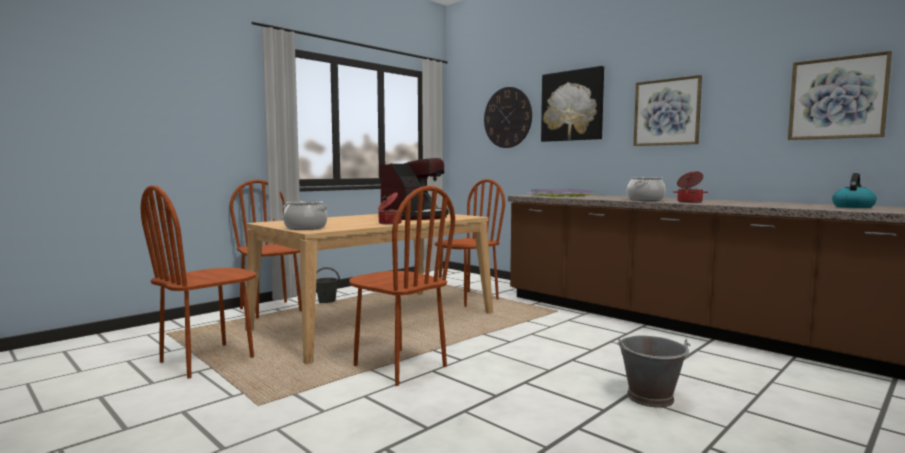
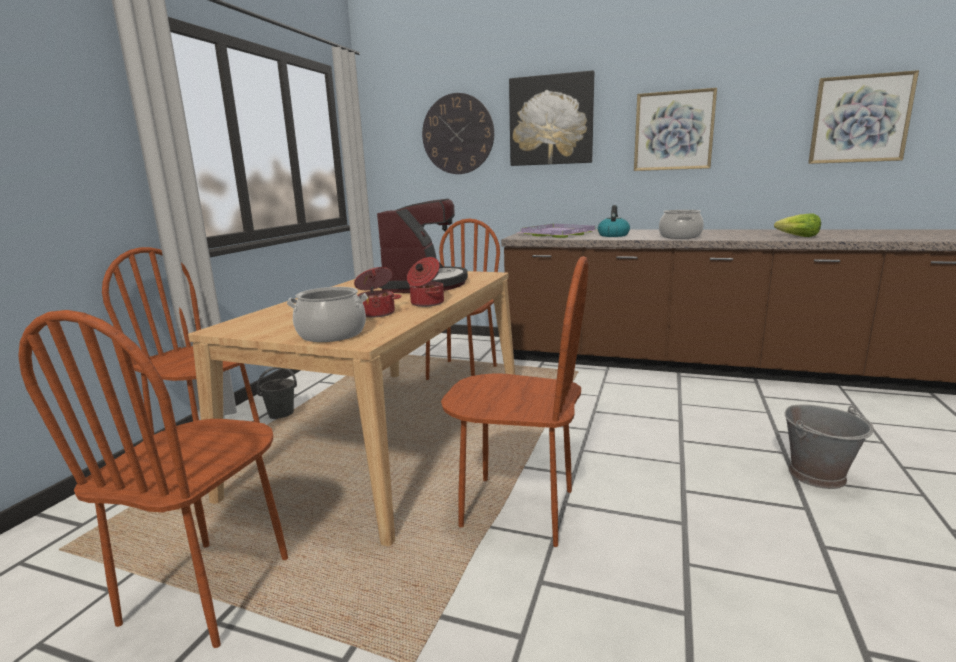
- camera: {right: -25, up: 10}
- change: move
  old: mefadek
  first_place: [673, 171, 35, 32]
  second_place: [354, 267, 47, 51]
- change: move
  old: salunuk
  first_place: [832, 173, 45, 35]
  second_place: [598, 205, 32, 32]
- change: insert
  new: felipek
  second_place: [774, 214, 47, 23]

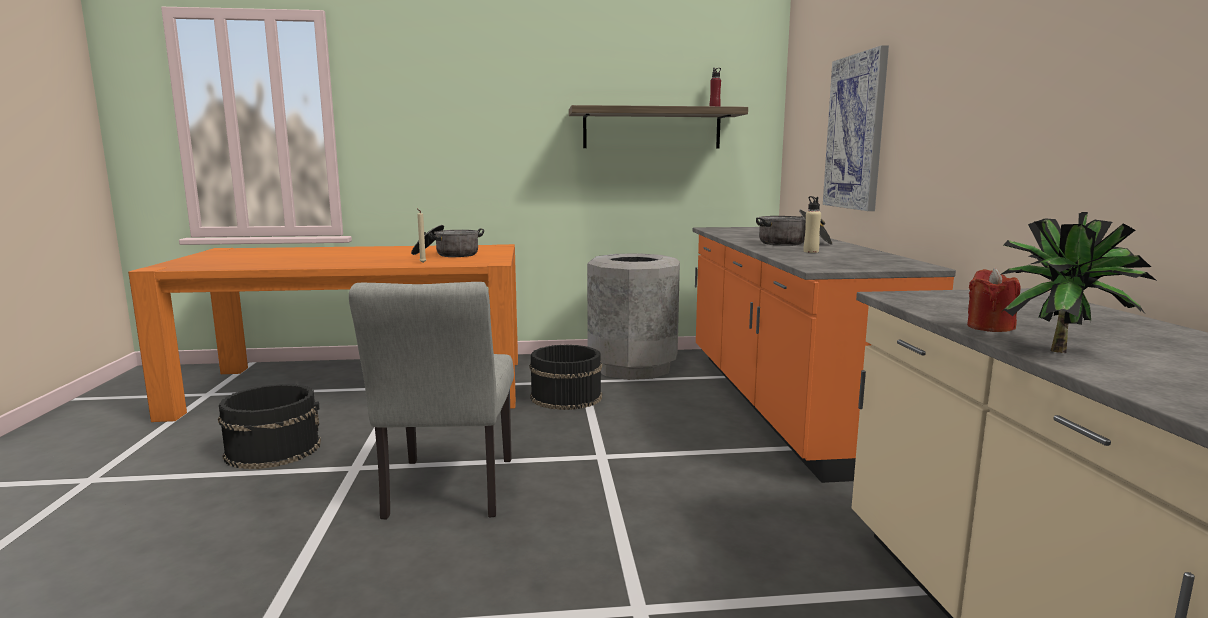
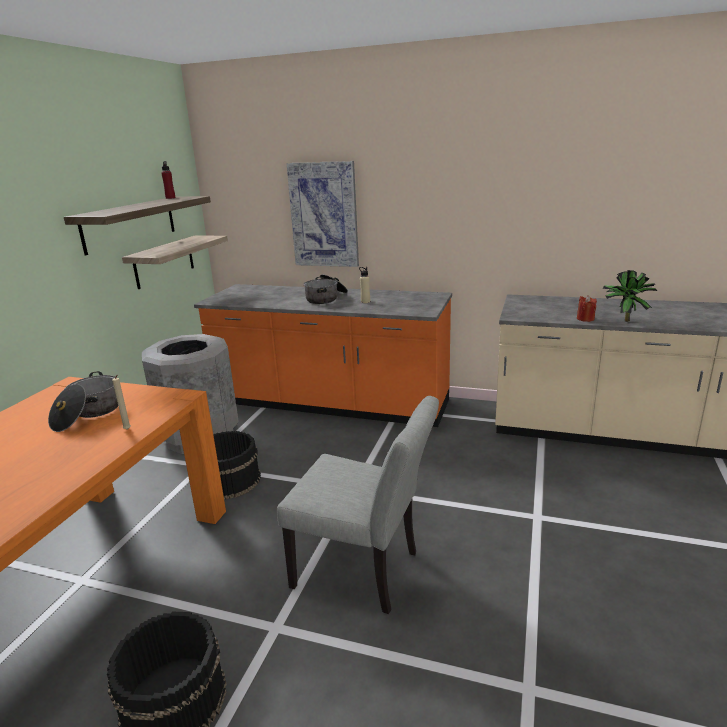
- camera: {right: -65, up: 10}
- change: insert
  new: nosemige
  second_place: [122, 235, 106, 54]

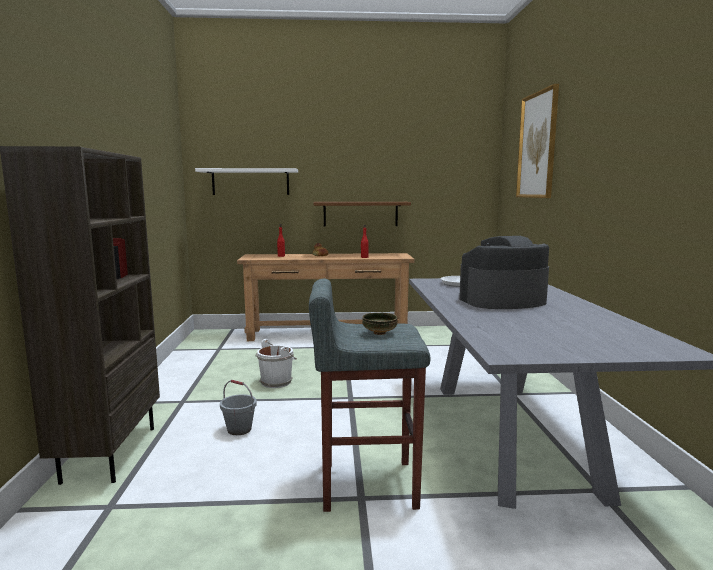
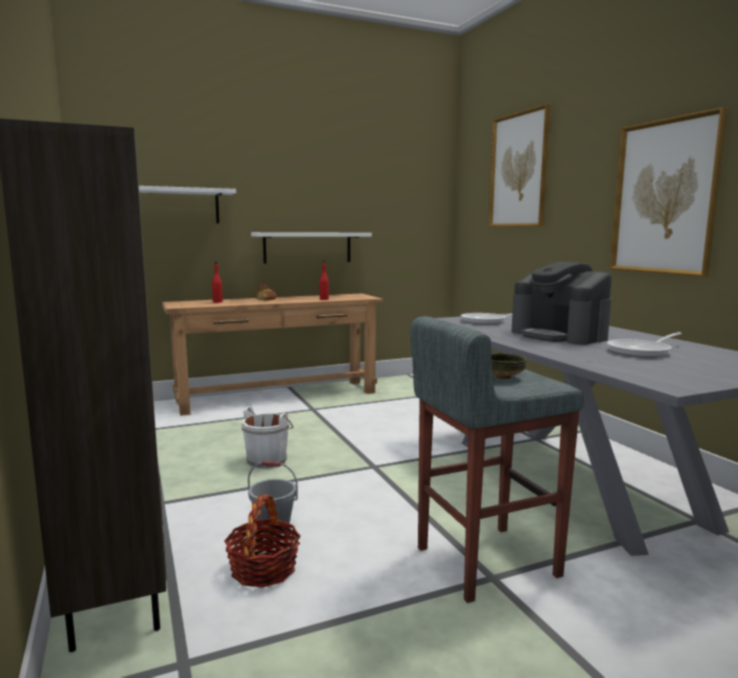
- camera: {right: -20, up: 0}
- change: recolor
  old: nosemige (brown)
  new: nosemige (white)
  first_place: [313, 202, 98, 25]
  second_place: [251, 232, 121, 31]
- change: rotate
  old: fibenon
  first_place: [459, 236, 90, 73]
  second_place: [512, 262, 100, 83]
  degrees: -90
- change: insert
  new: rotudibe
  second_place: [224, 494, 77, 94]
- change: insert
  new: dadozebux
  second_place: [607, 332, 75, 25]
- change: insert
  new: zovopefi
  second_place: [610, 107, 118, 170]

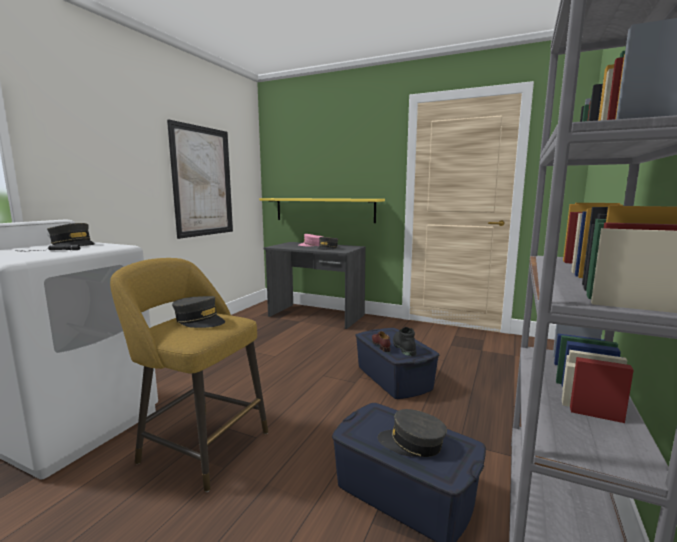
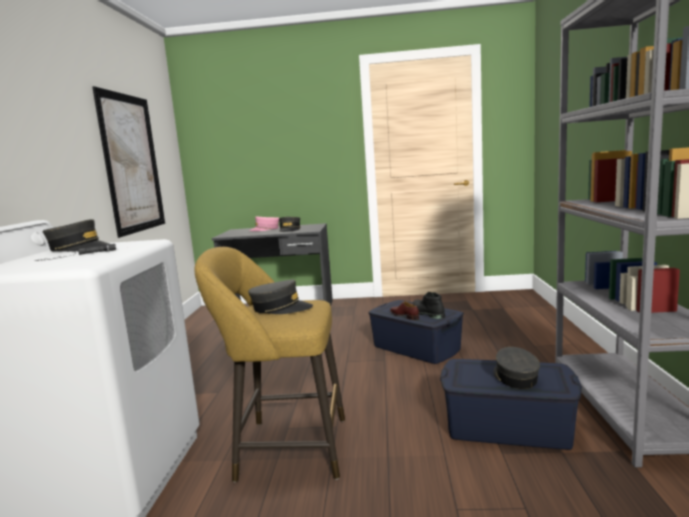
- camera: {right: -20, up: 0}
- change: delete
  old: nosemige (yellow)
  first_place: [259, 198, 126, 25]
- change: rotate
  old: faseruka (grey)
  first_place: [378, 409, 69, 48]
  second_place: [493, 347, 47, 42]
  degrees: 90

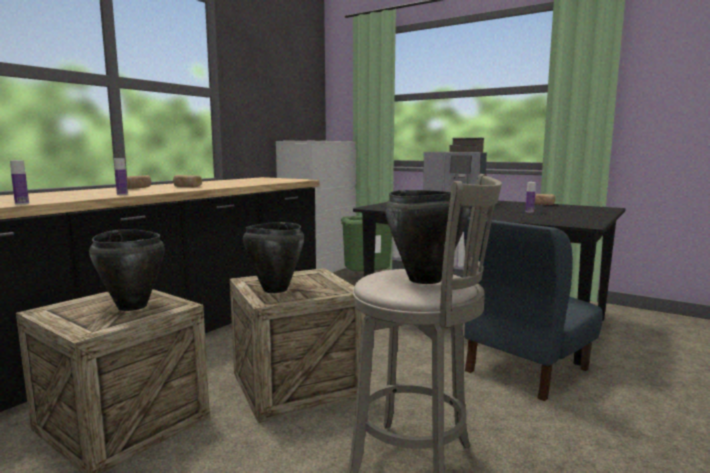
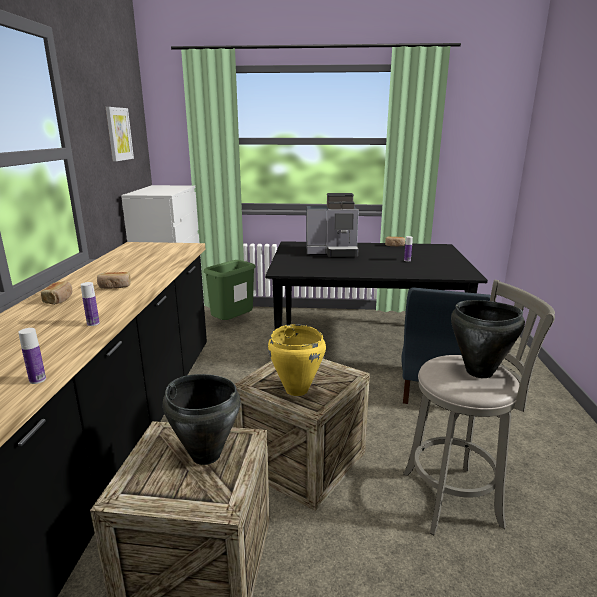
- camera: {right: -30, up: 10}
- change: recolor
  old: mefadek (black)
  new: mefadek (yellow)
  first_place: [243, 222, 61, 71]
  second_place: [268, 324, 58, 72]
- change: insert
  new: zovopefi
  second_place: [106, 107, 28, 54]

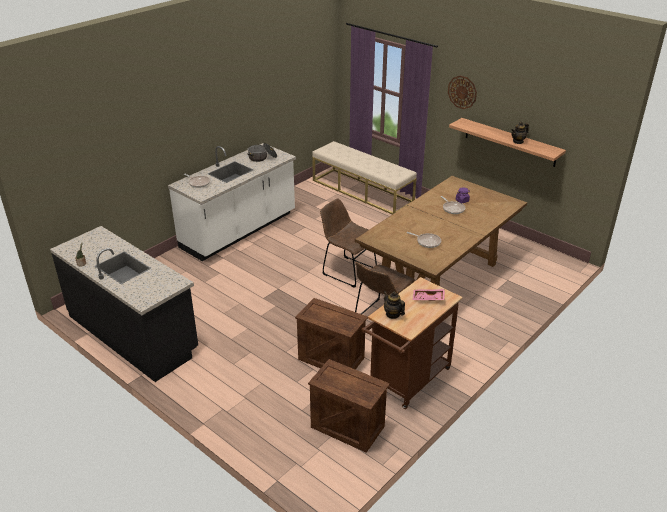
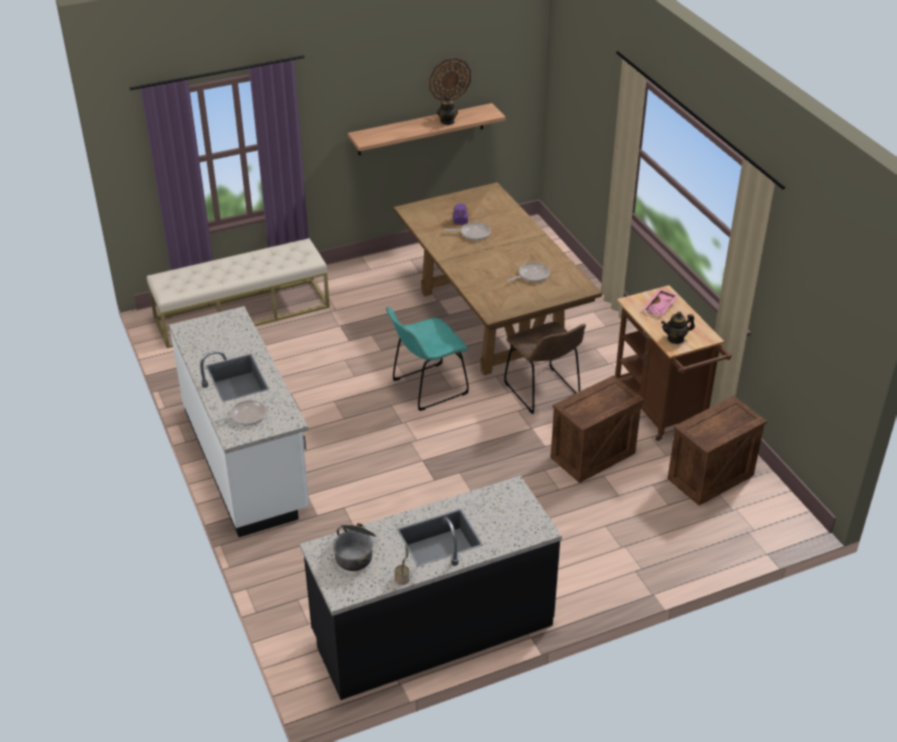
- camera: {right: -65, up: 5}
- change: move
  old: mefadek
  first_place: [247, 143, 30, 19]
  second_place: [333, 523, 43, 48]
- change: recolor
  old: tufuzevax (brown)
  new: tufuzevax (turquoise)
  first_place: [320, 198, 57, 90]
  second_place: [386, 307, 83, 104]
- change: move
  old: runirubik
  first_place: [448, 76, 29, 33]
  second_place: [429, 58, 42, 43]

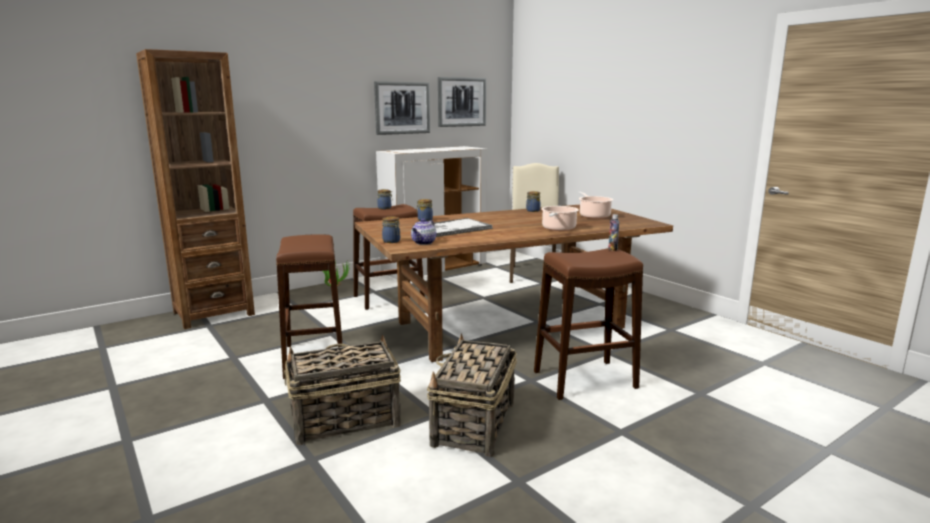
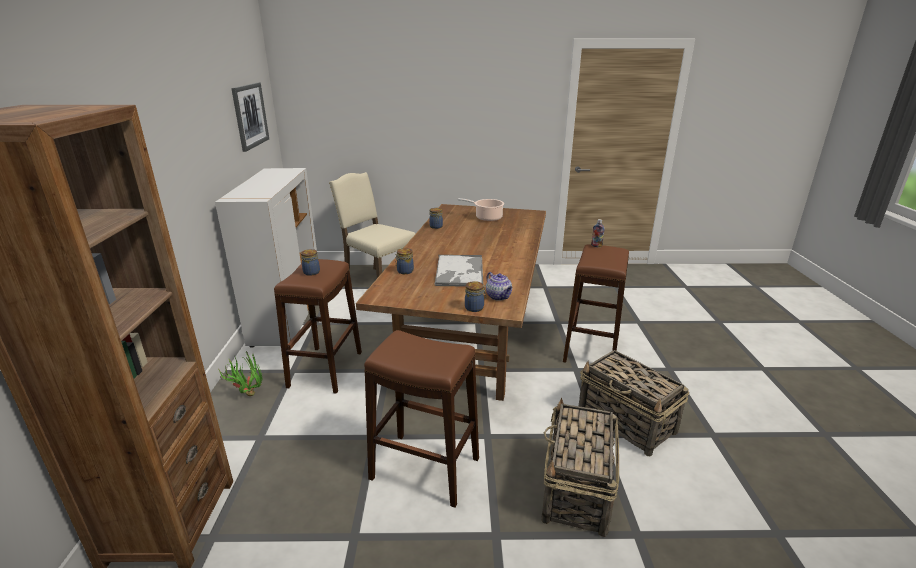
- camera: {right: -55, up: 10}
- change: delete
  old: zovopefi
  first_place: [374, 81, 56, 54]
- change: delete
  old: mefadek
  first_place: [541, 206, 38, 25]

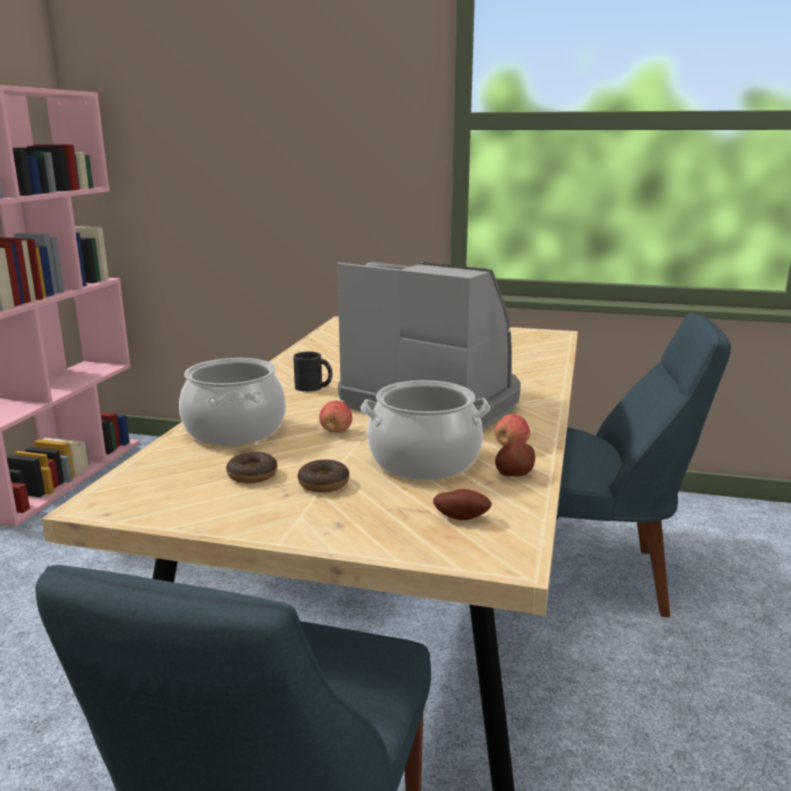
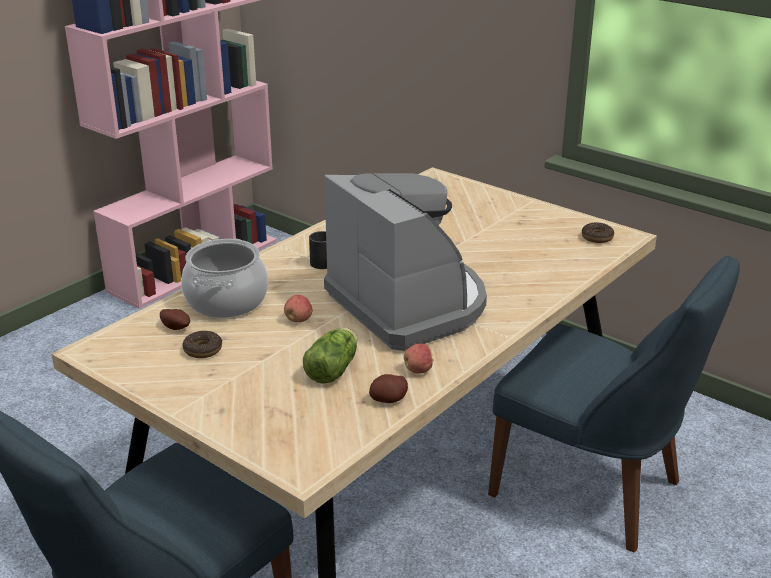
- camera: {right: 25, up: 10}
- change: move
  old: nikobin
  first_place: [298, 459, 51, 33]
  second_place: [582, 222, 32, 21]
- change: replace
  old: mefadek
  new: felipek
  first_place: [361, 380, 129, 100]
  second_place: [303, 328, 54, 56]
- change: move
  old: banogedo
  first_place: [433, 489, 59, 31]
  second_place: [160, 309, 30, 21]

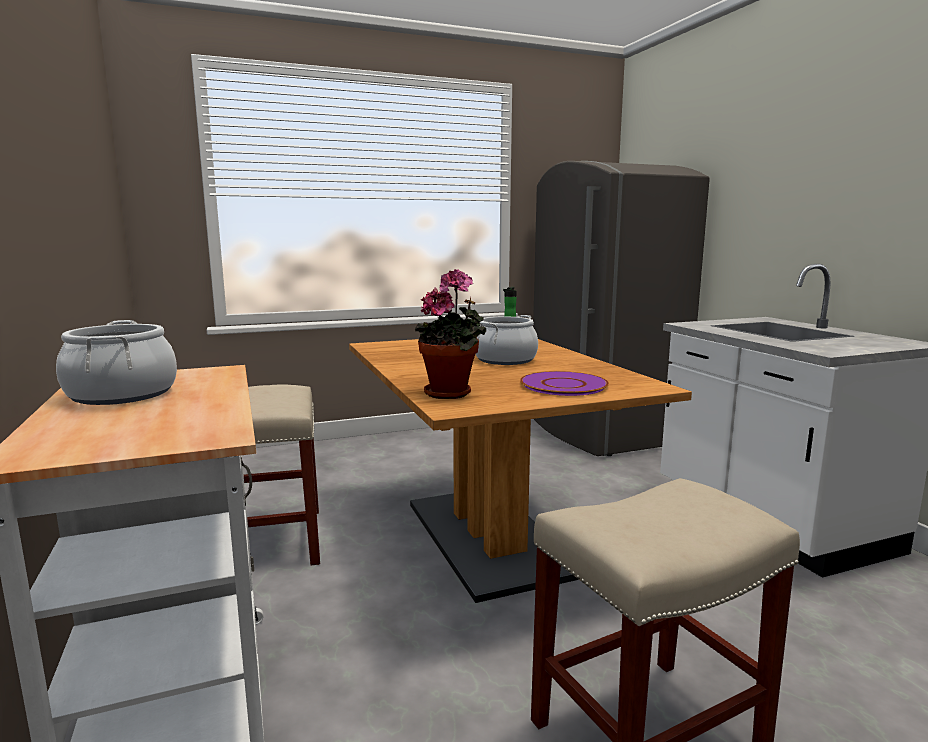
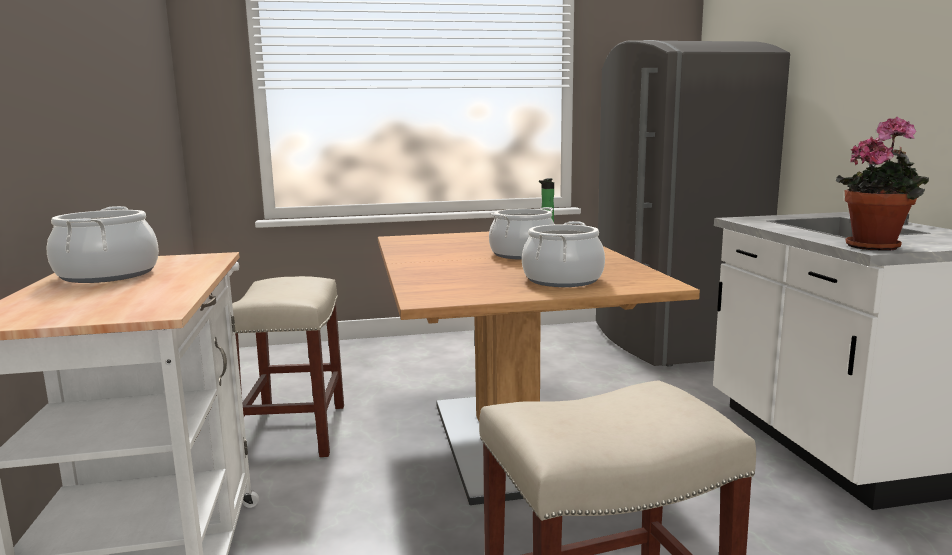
- camera: {right: 10, up: 0}
- change: move
  old: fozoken
  first_place: [415, 269, 71, 130]
  second_place: [836, 117, 93, 133]
- change: replace
  old: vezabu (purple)
  new: mefadek
  first_place: [520, 371, 89, 25]
  second_place: [522, 221, 83, 66]

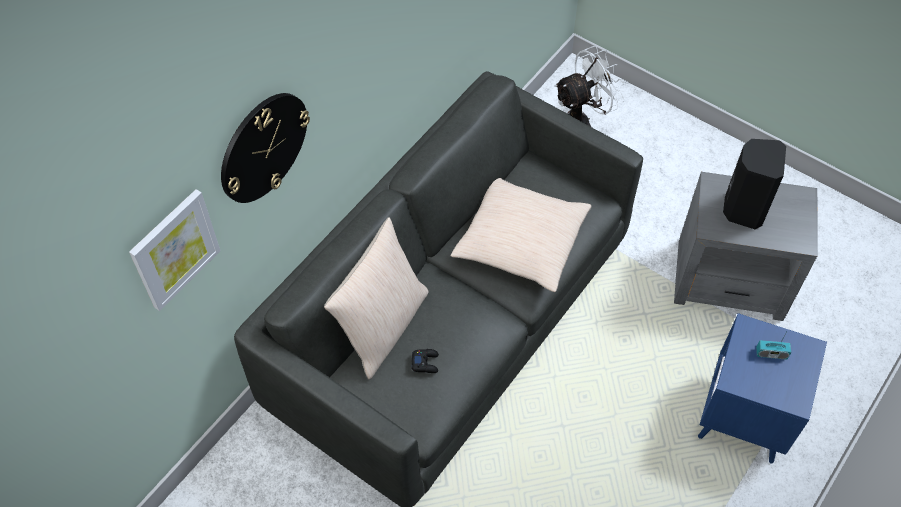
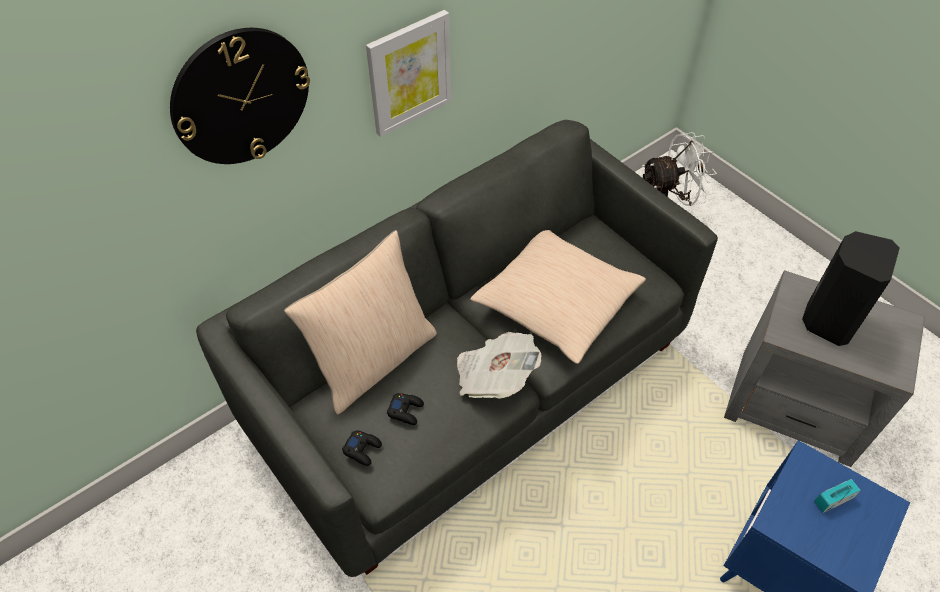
- camera: {right: 15, up: -5}
- change: move
  old: zovopefi
  first_place: [129, 189, 92, 122]
  second_place: [366, 10, 85, 127]
- change: rotate
  old: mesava
  first_place: [756, 328, 35, 32]
  second_place: [814, 479, 47, 34]
  degrees: 135
- change: insert
  new: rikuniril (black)
  second_place: [342, 431, 40, 35]
- change: insert
  new: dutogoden
  second_place: [457, 332, 84, 67]

